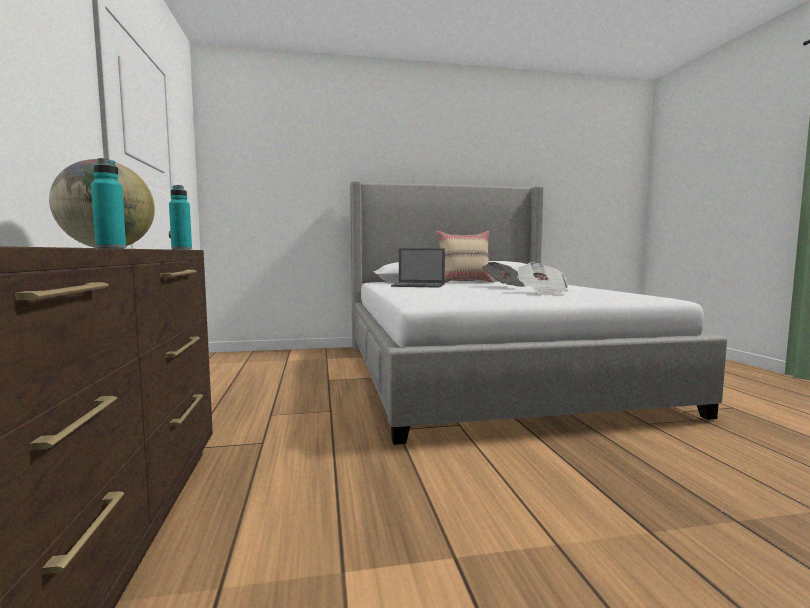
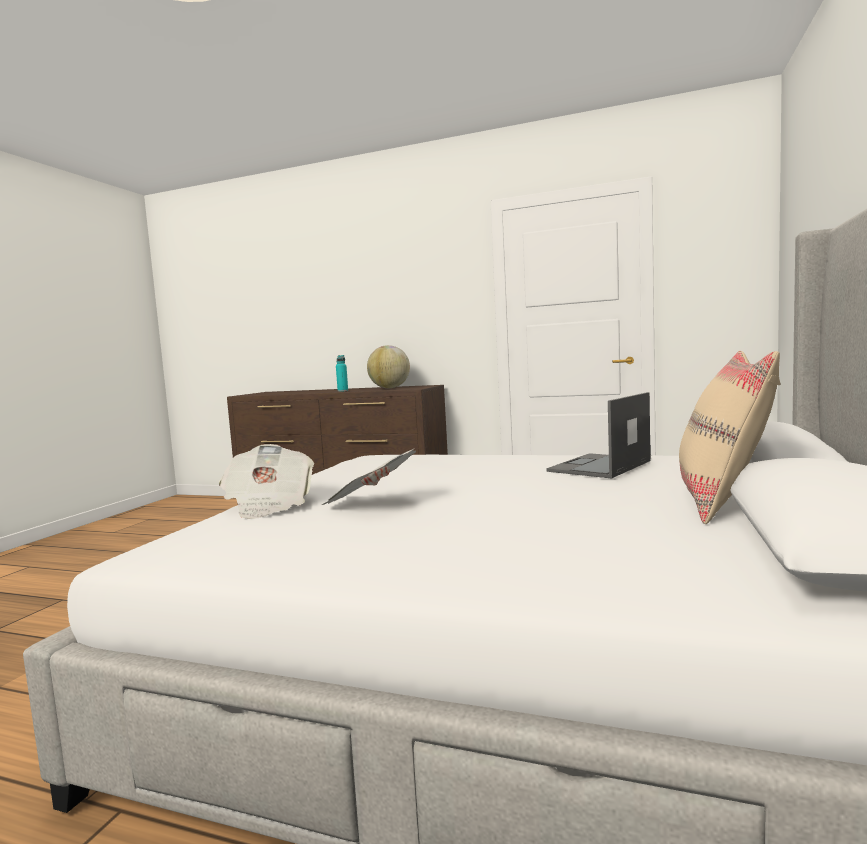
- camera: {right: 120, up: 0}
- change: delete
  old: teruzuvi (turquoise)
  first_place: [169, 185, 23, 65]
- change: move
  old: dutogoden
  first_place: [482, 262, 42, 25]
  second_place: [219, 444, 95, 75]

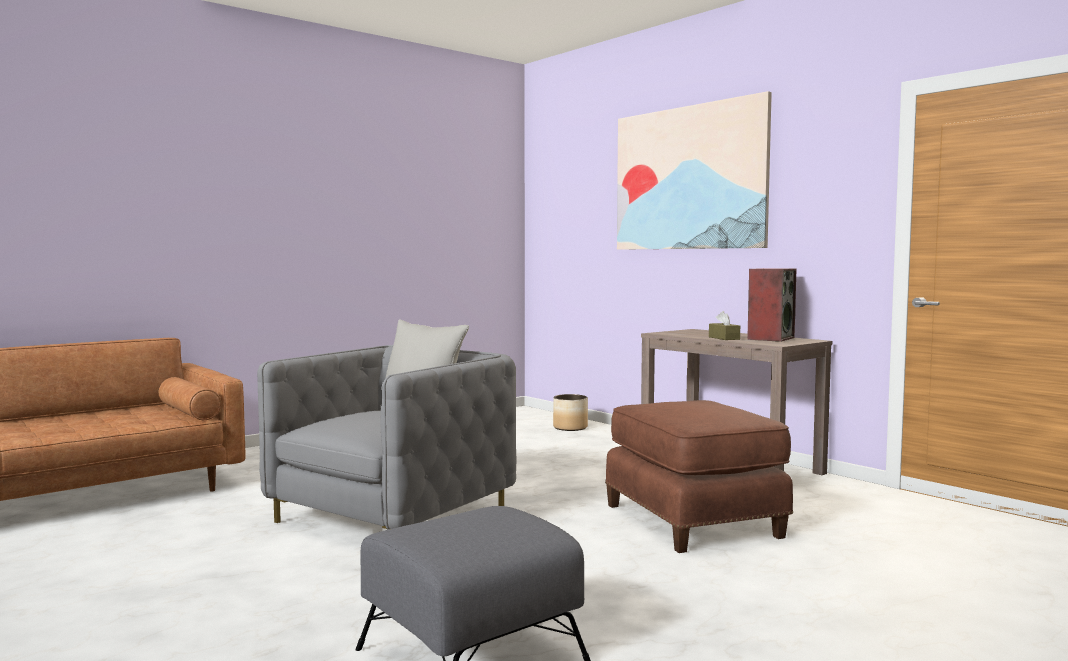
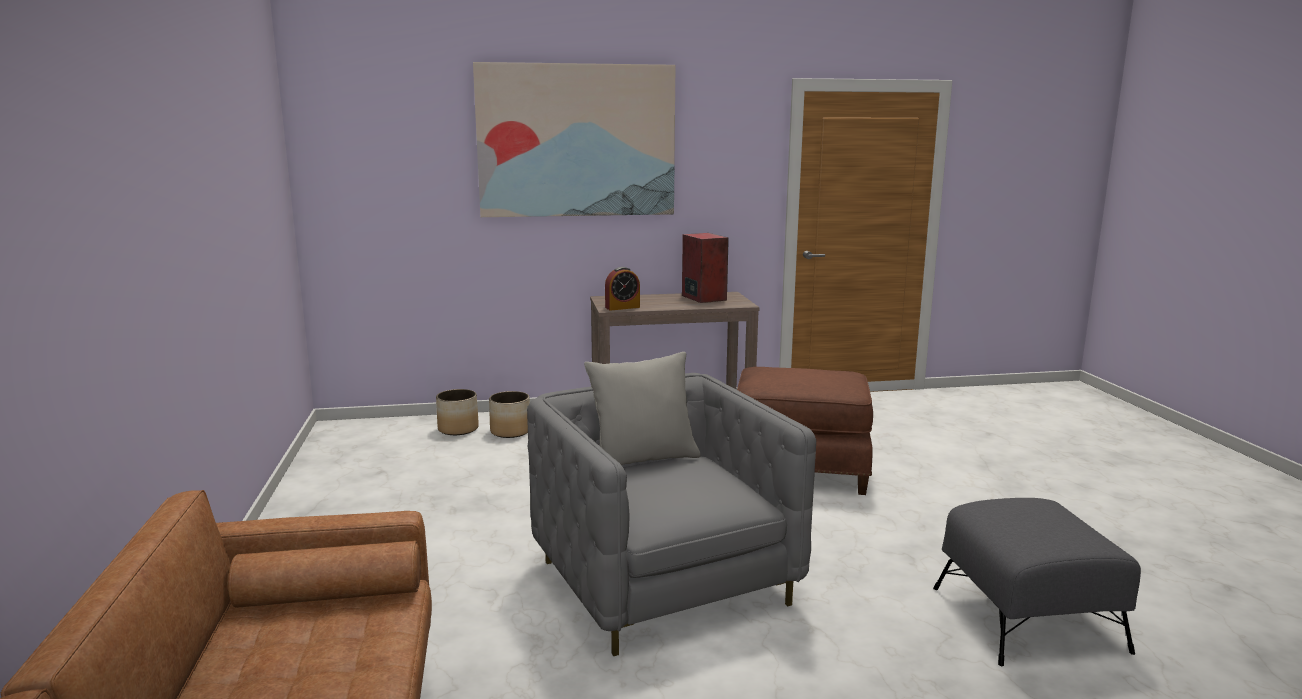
- camera: {right: -60, up: 10}
- change: delete
  old: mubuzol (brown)
  first_place: [709, 311, 31, 29]
- change: insert
  new: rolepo
  second_place: [489, 391, 41, 47]
- change: insert
  new: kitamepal
  second_place: [605, 267, 35, 44]

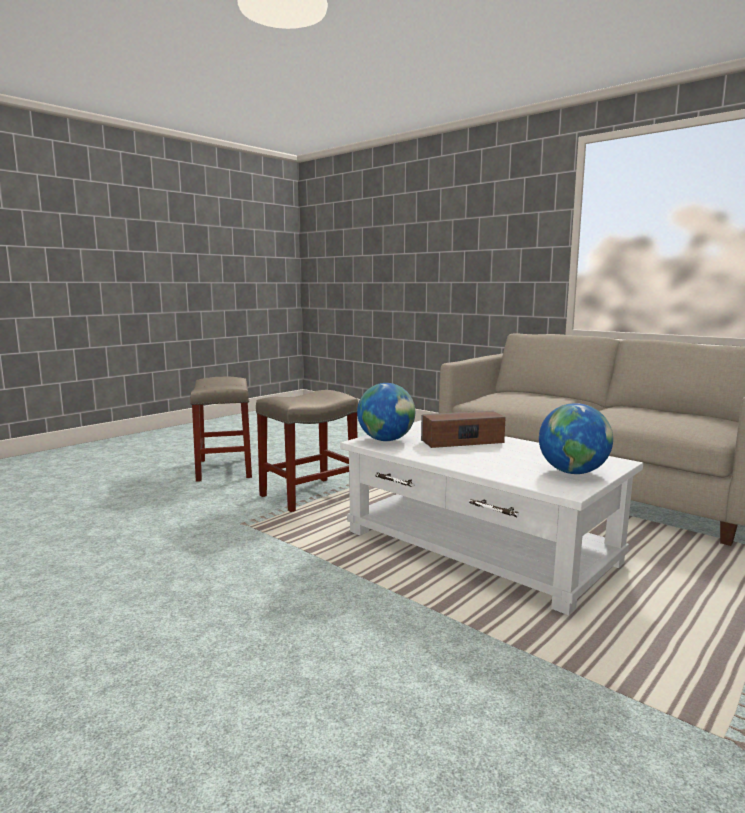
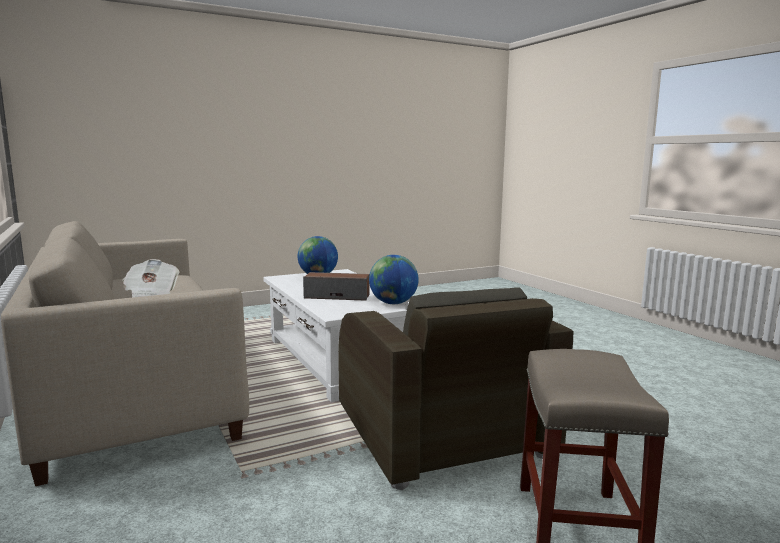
- camera: {right: -160, up: 0}
- change: replace
  old: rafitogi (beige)
  new: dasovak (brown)
  first_place: [256, 390, 102, 122]
  second_place: [338, 287, 235, 203]
- change: insert
  new: dutogoden
  second_place: [122, 259, 58, 39]

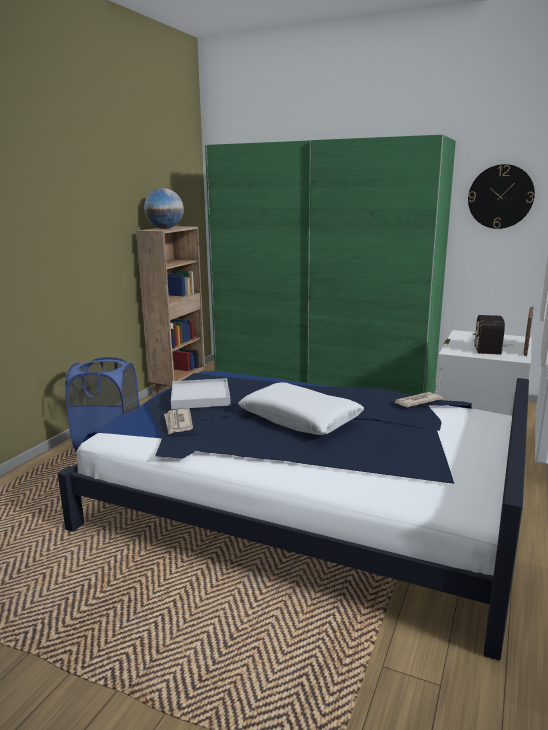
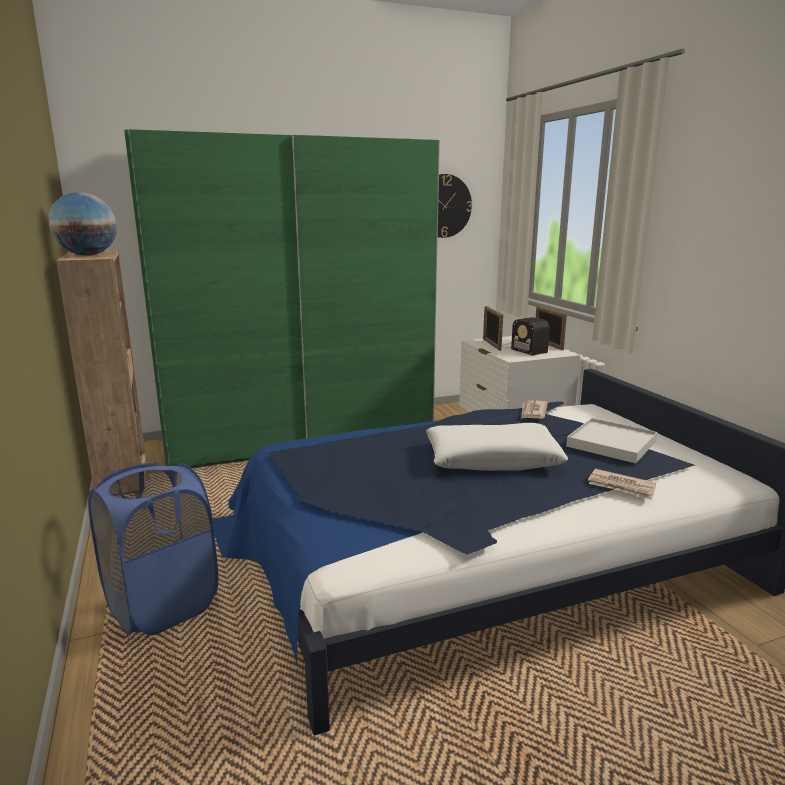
- camera: {right: -45, up: 0}
- change: move
  old: dutogoden
  first_place: [164, 408, 29, 26]
  second_place: [588, 469, 68, 31]
- change: move
  old: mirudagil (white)
  first_place: [171, 378, 60, 31]
  second_place: [566, 418, 91, 45]
- change: insert
  new: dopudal
  second_place: [483, 306, 20, 45]

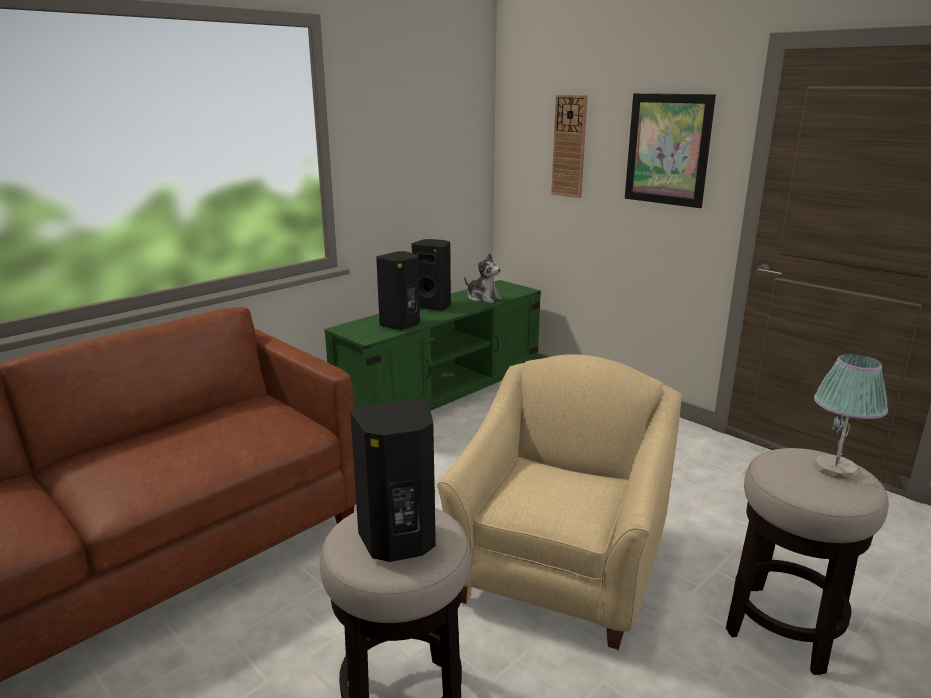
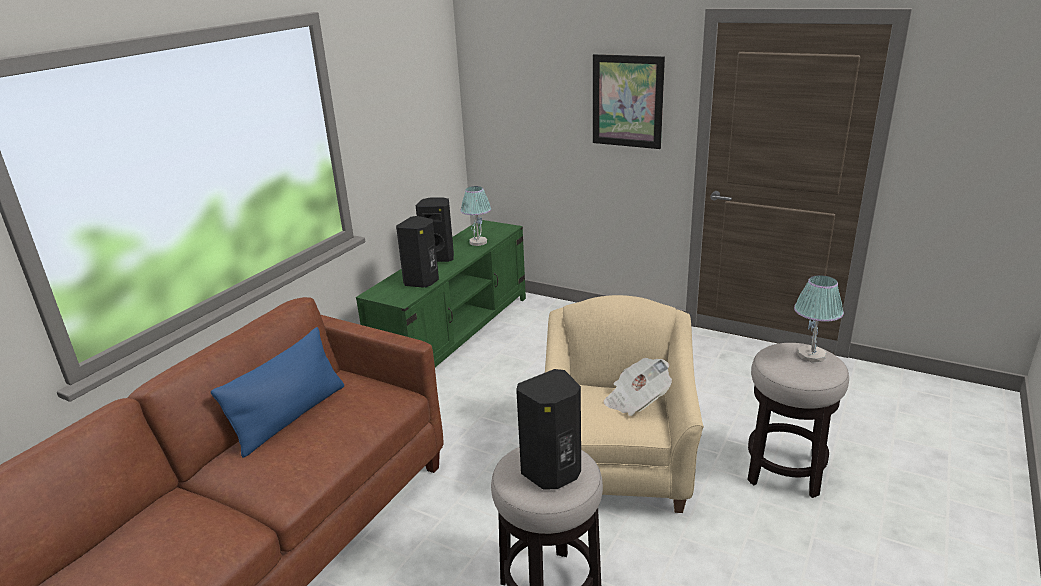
- camera: {right: -15, up: 5}
- change: replace
  old: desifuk
  new: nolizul
  first_place: [464, 253, 38, 51]
  second_place: [460, 186, 31, 60]
- change: delete
  old: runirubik
  first_place: [551, 95, 37, 103]
- change: insert
  new: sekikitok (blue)
  second_place: [211, 327, 133, 131]
- change: insert
  new: dutogoden
  second_place: [603, 358, 69, 58]

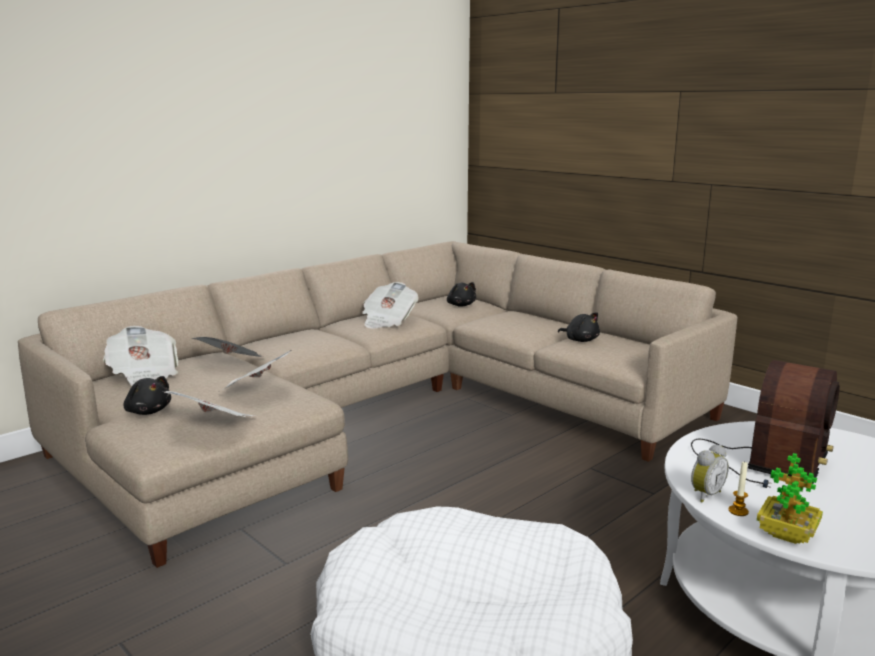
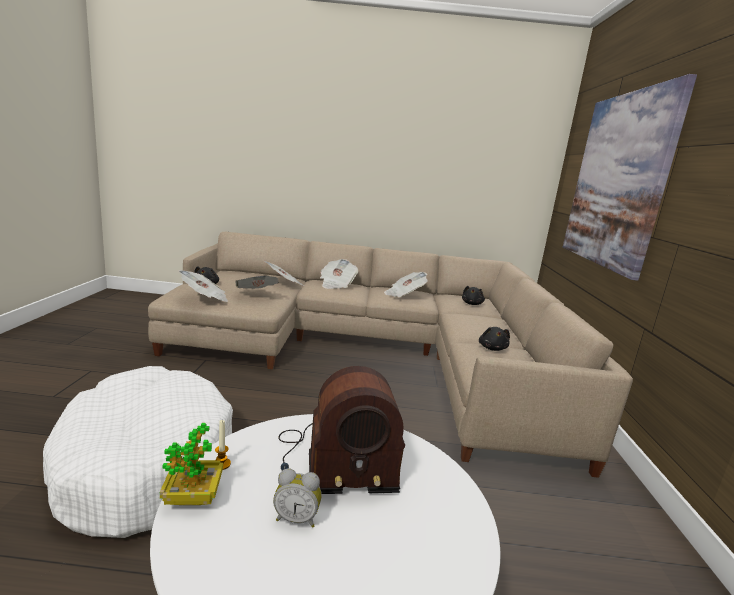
- camera: {right: 45, up: 0}
- change: move
  old: dutogoden
  first_place: [103, 326, 75, 60]
  second_place: [320, 259, 39, 30]
- change: move
  old: kitamepal
  first_place: [691, 444, 38, 59]
  second_place: [273, 468, 48, 60]
- change: insert
  new: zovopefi
  second_place: [563, 74, 134, 207]

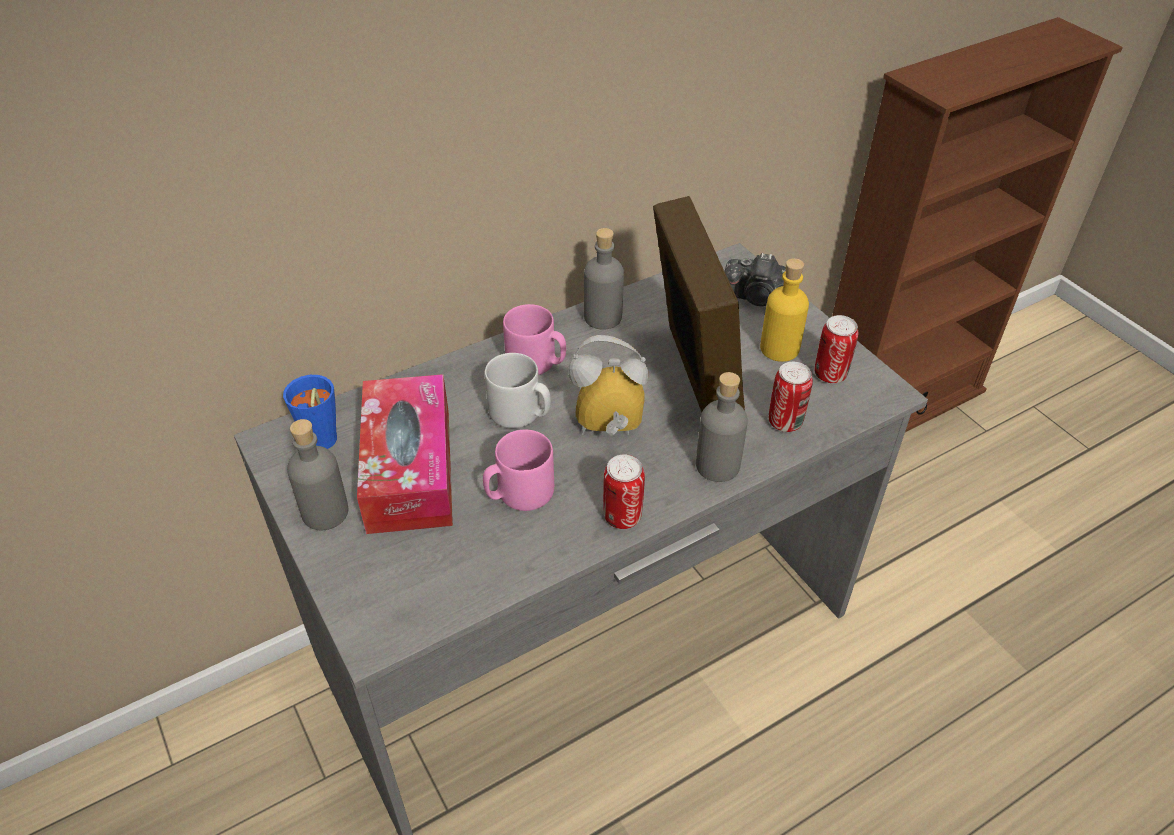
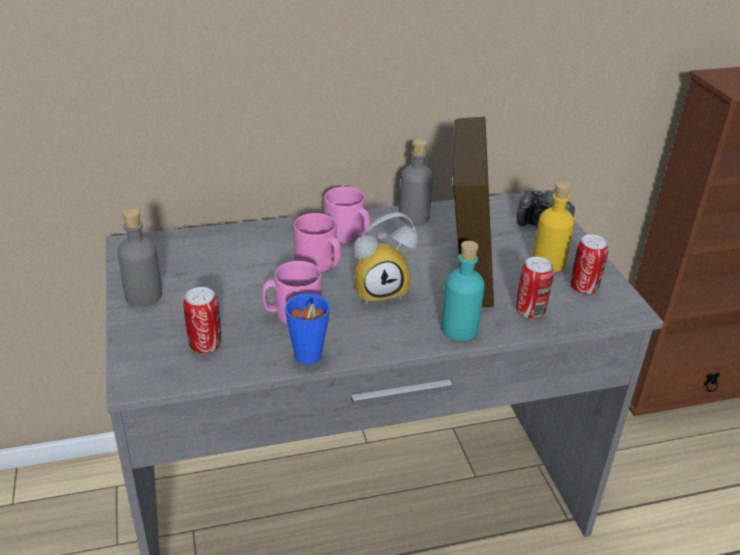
- camera: {right: 15, up: -10}
- change: move
  old: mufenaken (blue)
  first_place: [283, 375, 54, 74]
  second_place: [285, 294, 45, 70]
- change: delete
  old: mubuzol
  first_place: [357, 374, 96, 160]
- change: recolor
  old: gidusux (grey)
  new: gidusux (pink)
  first_place: [485, 353, 66, 75]
  second_place: [294, 213, 47, 59]
- change: rotate
  old: kitamepal
  first_place: [568, 335, 80, 101]
  second_place: [353, 212, 66, 92]
  degrees: 150
- change: move
  old: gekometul
  first_place: [603, 454, 42, 75]
  second_place: [183, 287, 38, 66]
- change: recolor
  old: teruzuvi (grey)
  new: teruzuvi (turquoise)
  first_place: [696, 372, 52, 110]
  second_place: [441, 241, 44, 100]

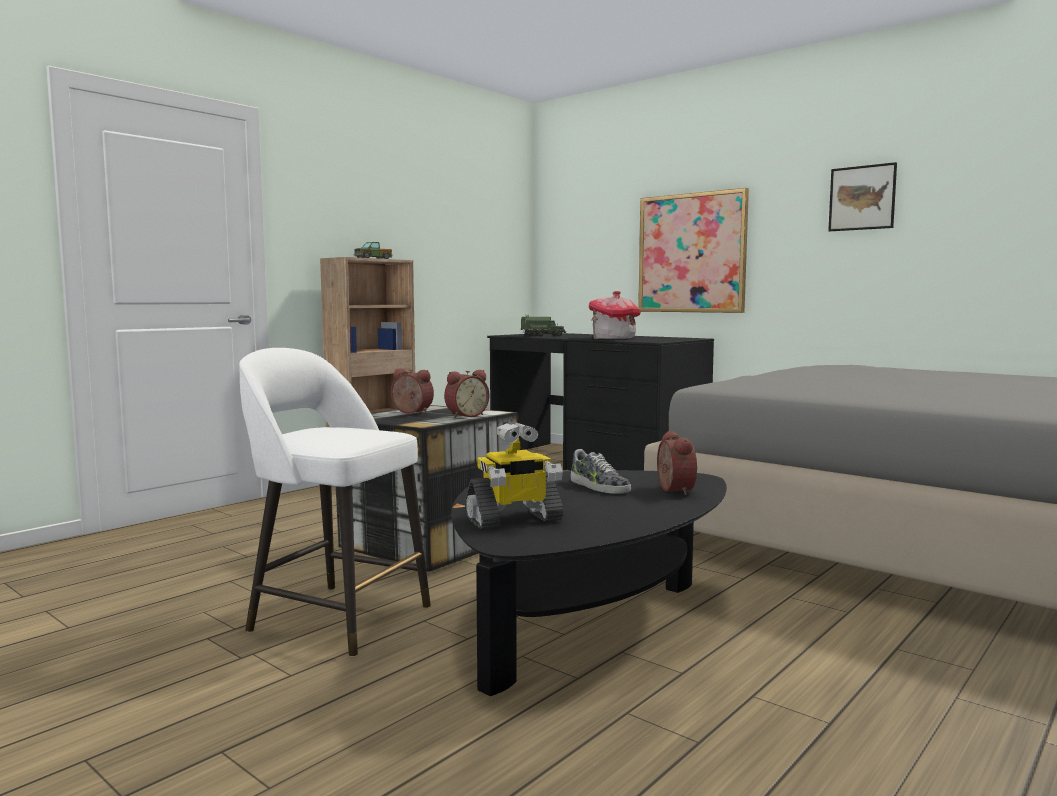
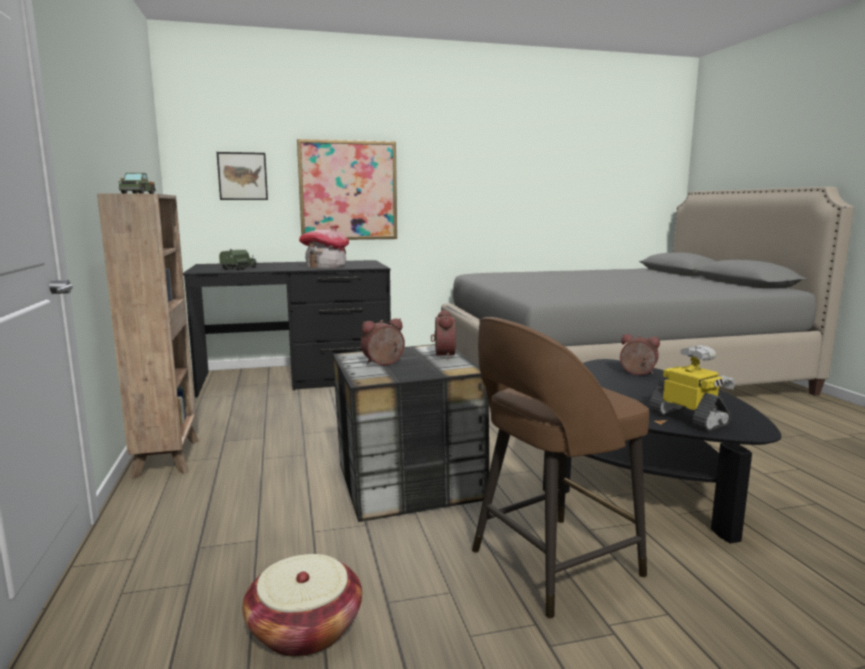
- camera: {right: -55, up: 5}
- change: recolor
  old: rafitogi (white)
  new: rafitogi (brown)
  first_place: [239, 348, 192, 309]
  second_place: [472, 317, 177, 302]
- change: rotate
  old: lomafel
  first_place: [465, 423, 99, 106]
  second_place: [649, 345, 86, 86]
  degrees: -45
- change: delete
  old: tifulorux
  first_place: [571, 449, 60, 45]
- change: move
  old: zovopefi
  first_place: [828, 162, 69, 69]
  second_place: [217, 152, 51, 48]
- change: insert
  new: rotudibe
  second_place: [243, 554, 119, 103]

